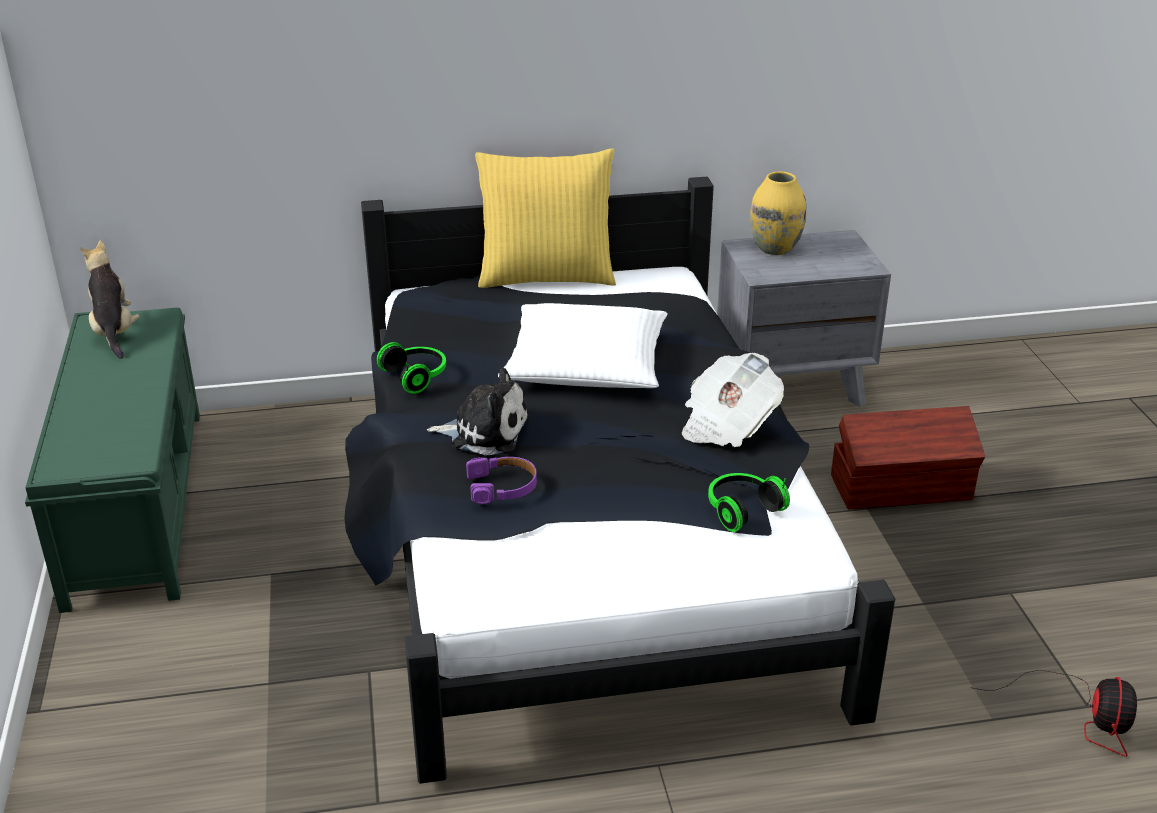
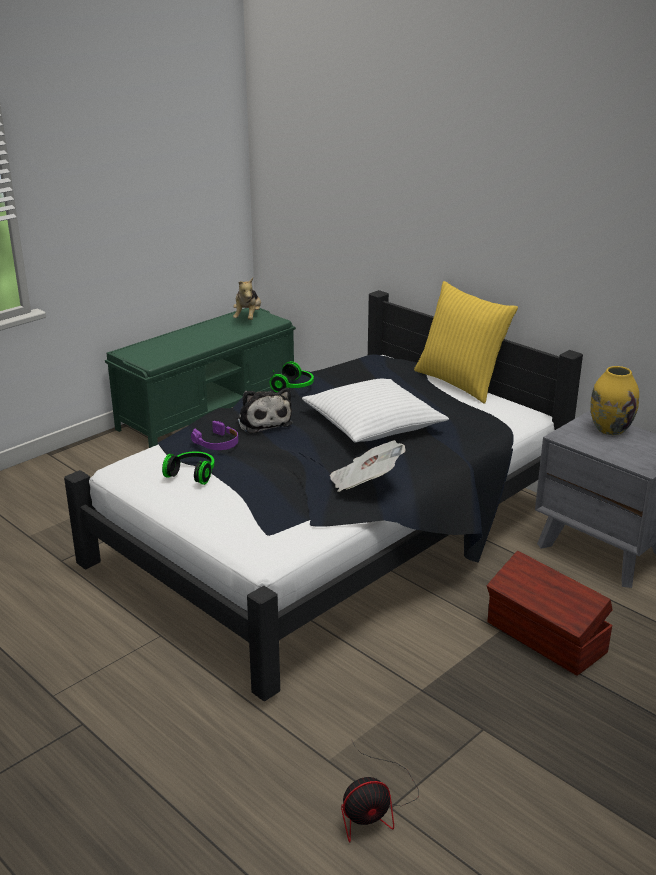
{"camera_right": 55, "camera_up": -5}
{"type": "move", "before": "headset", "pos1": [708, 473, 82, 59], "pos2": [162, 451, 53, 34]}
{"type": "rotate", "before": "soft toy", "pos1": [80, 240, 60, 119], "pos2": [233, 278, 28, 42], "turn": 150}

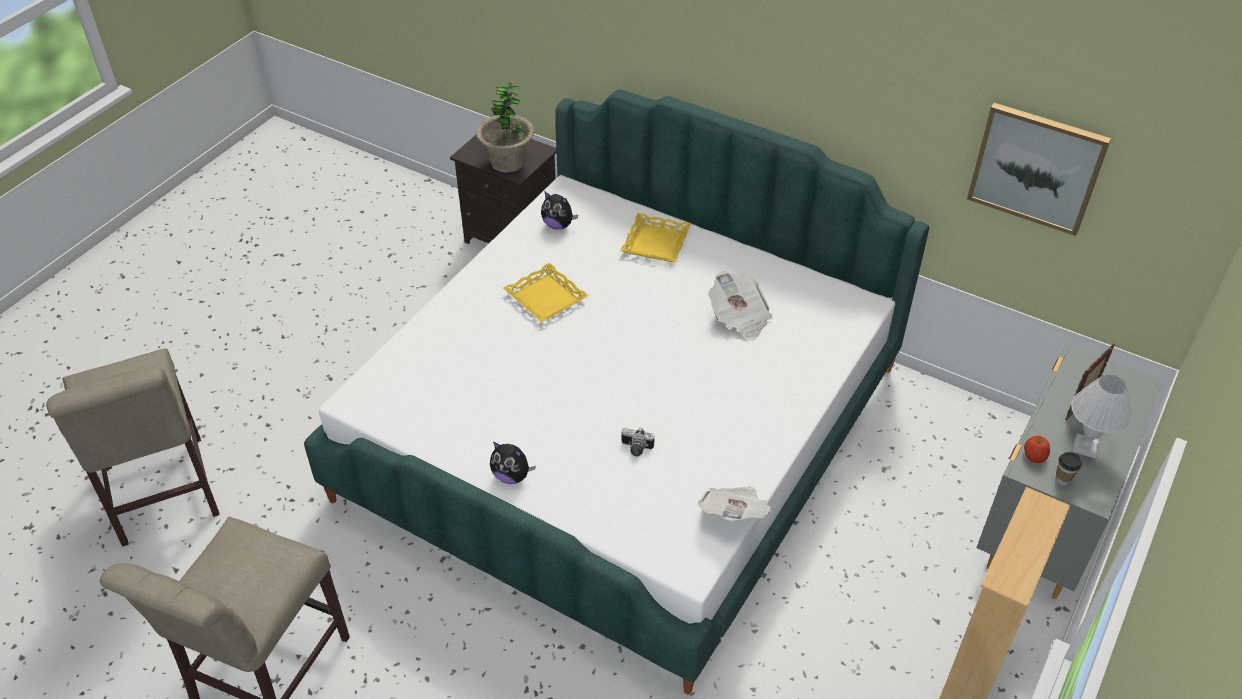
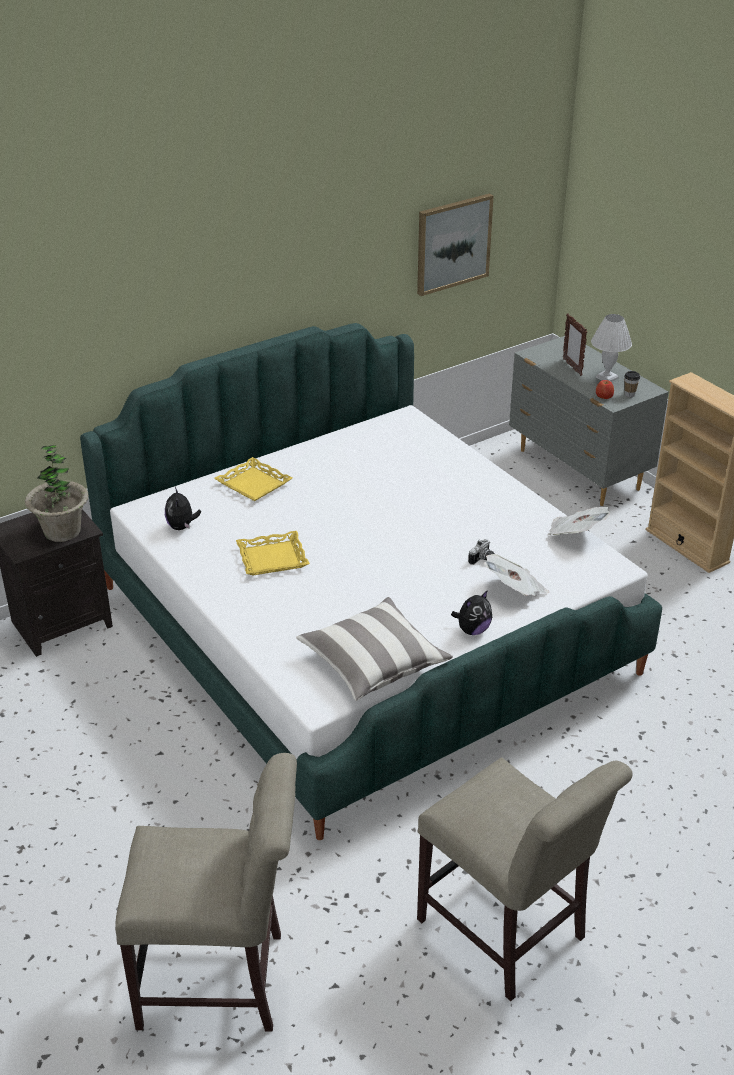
{"camera_right": -65, "camera_up": -10}
{"type": "rotate", "before": "soft toy", "pos1": [541, 191, 37, 39], "pos2": [165, 487, 36, 43], "turn": 120}
{"type": "insert", "after": "cushion", "pos2": [296, 597, 157, 104]}
{"type": "move", "before": "printed paper", "pos1": [708, 272, 64, 69], "pos2": [484, 554, 65, 42]}

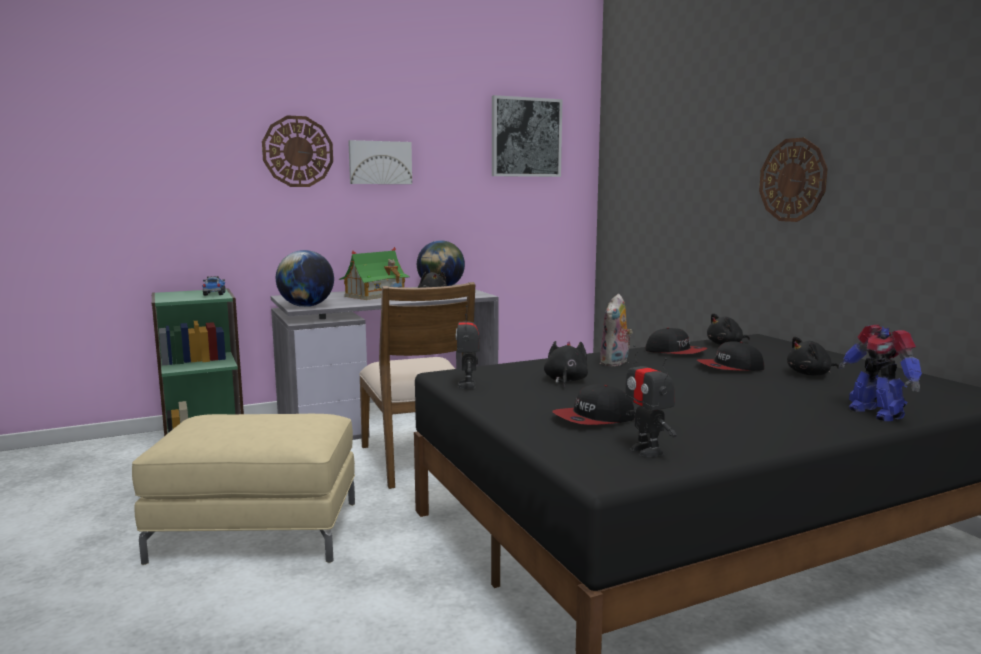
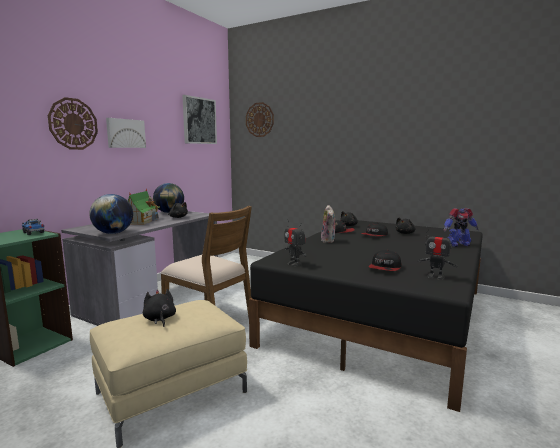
{"camera_right": -35, "camera_up": 0}
{"type": "move", "before": "blackish soft toy", "pos1": [544, 341, 44, 46], "pos2": [143, 289, 33, 38]}
{"type": "move", "before": "hanging clock", "pos1": [759, 138, 69, 84], "pos2": [246, 102, 28, 35]}
{"type": "rotate", "before": "model robot", "pos1": [838, 325, 84, 96], "pos2": [444, 208, 35, 39], "turn": -45}

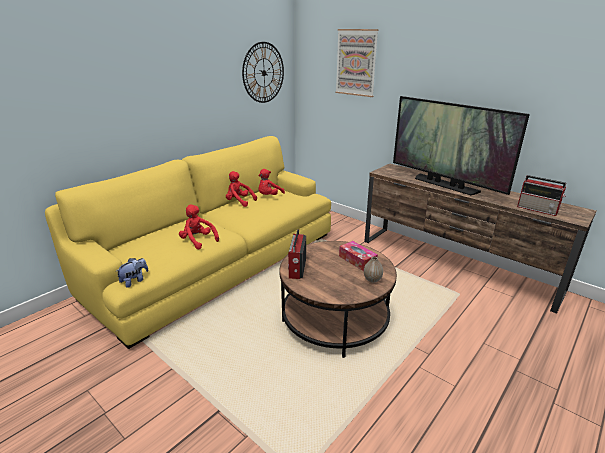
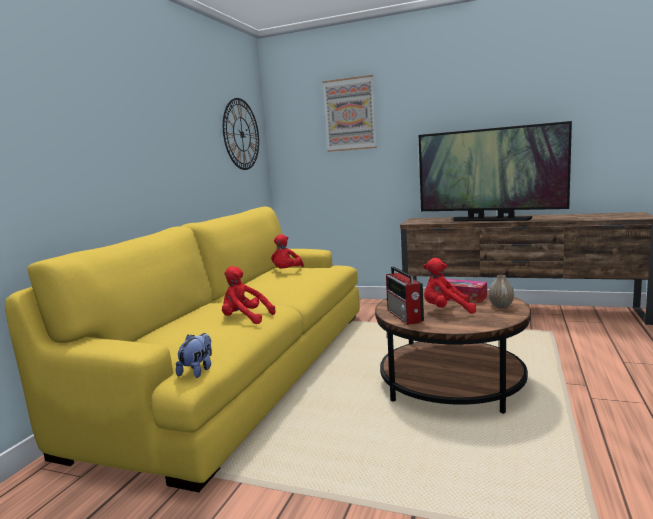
{"camera_right": -20, "camera_up": -15}
{"type": "move", "before": "red soft toy", "pos1": [226, 171, 31, 36], "pos2": [423, 258, 53, 56]}
{"type": "delete", "before": "radio", "pos1": [517, 175, 50, 41]}

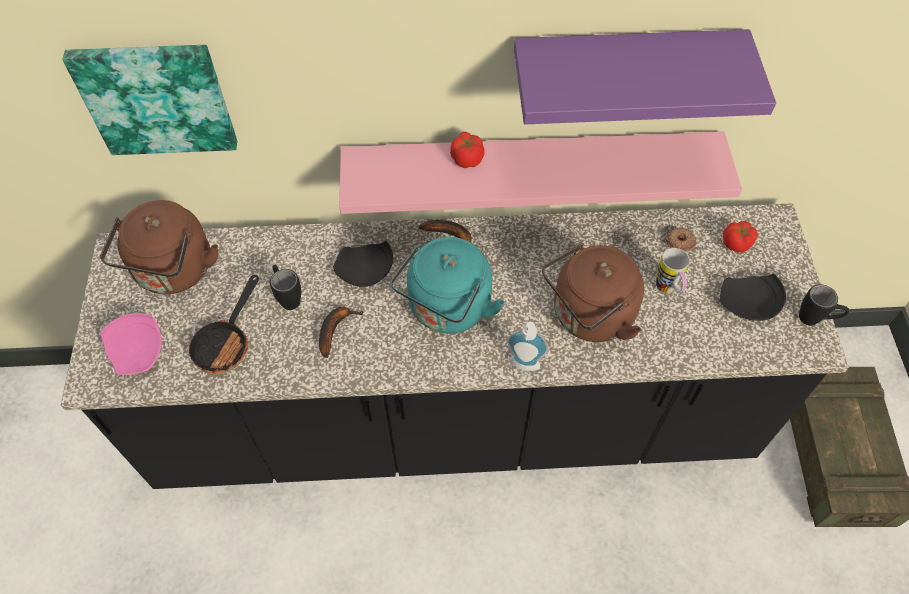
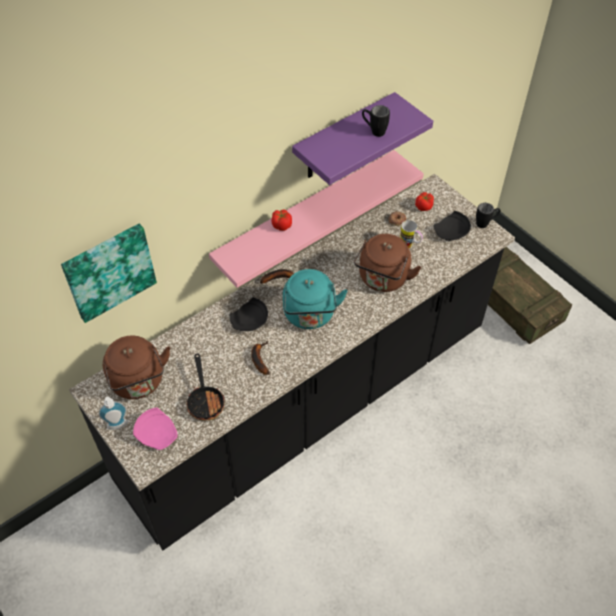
{"camera_right": -35, "camera_up": -5}
{"type": "move", "before": "soap bottle", "pos1": [507, 322, 41, 49], "pos2": [98, 397, 30, 33]}
{"type": "move", "before": "blackish mug", "pos1": [270, 265, 31, 45], "pos2": [362, 105, 28, 32]}

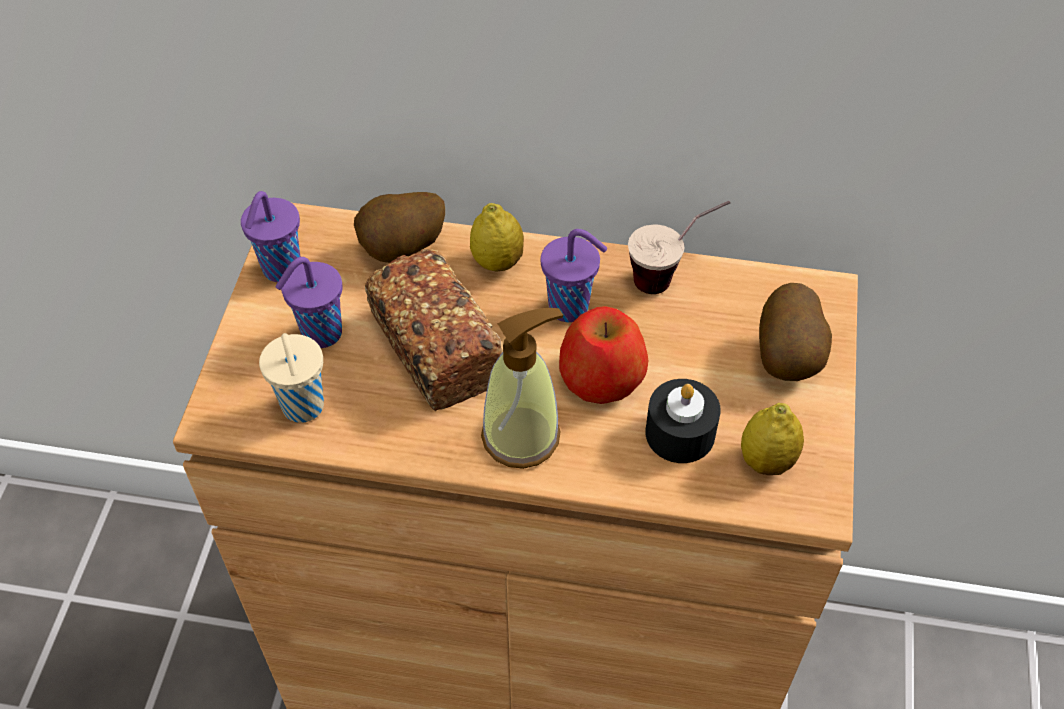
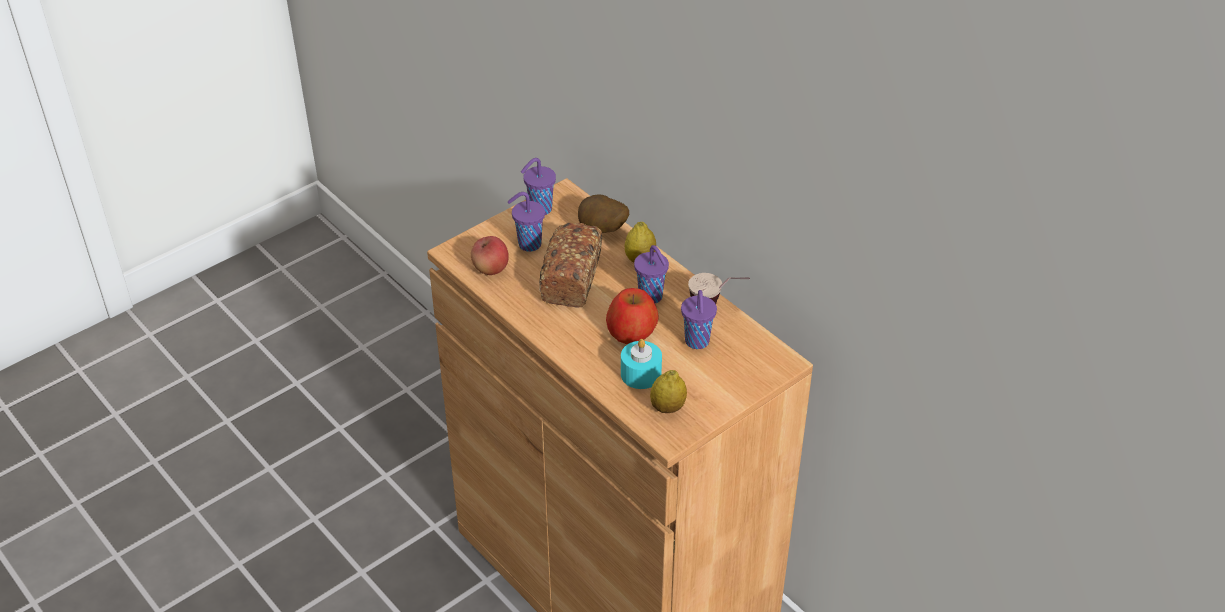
{"camera_right": 40, "camera_up": -10}
{"type": "replace", "before": "beige drinking cup", "after": "apple fruit", "pos1": [259, 333, 65, 90], "pos2": [471, 236, 38, 39]}
{"type": "recolor", "before": "blackish candle", "after": "turquoise candle", "pos1": [645, 379, 76, 84], "pos2": [621, 339, 41, 50]}
{"type": "insert", "after": "purplish drinking cup", "pos2": [681, 290, 36, 59]}
{"type": "delete", "before": "soap bottle", "pos1": [481, 308, 82, 161]}
{"type": "delete", "before": "potato", "pos1": [759, 283, 73, 98]}

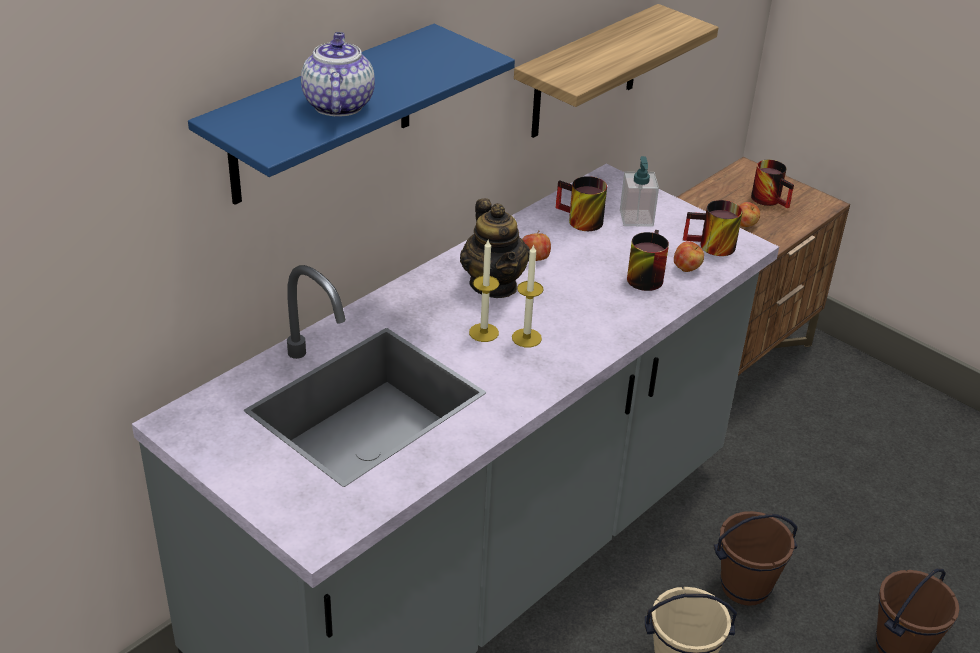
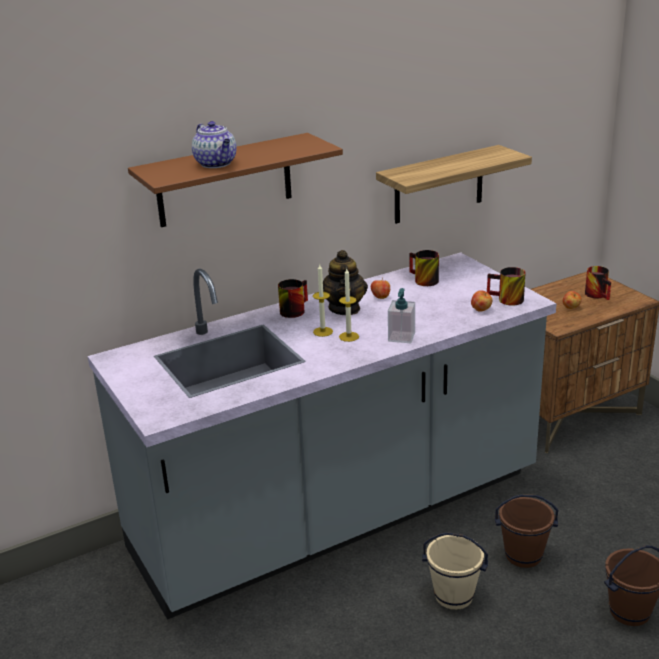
{"camera_right": 20, "camera_up": -10}
{"type": "recolor", "before": "bluish wall shelf", "after": "brownish wall shelf", "pos1": [188, 24, 327, 181], "pos2": [128, 133, 215, 94]}
{"type": "rotate", "before": "teapot", "pos1": [301, 32, 74, 84], "pos2": [192, 121, 45, 47], "turn": 135}
{"type": "move", "before": "mug", "pos1": [627, 230, 42, 61], "pos2": [278, 279, 30, 39]}
{"type": "move", "before": "soap bottle", "pos1": [620, 156, 39, 70], "pos2": [388, 288, 27, 55]}

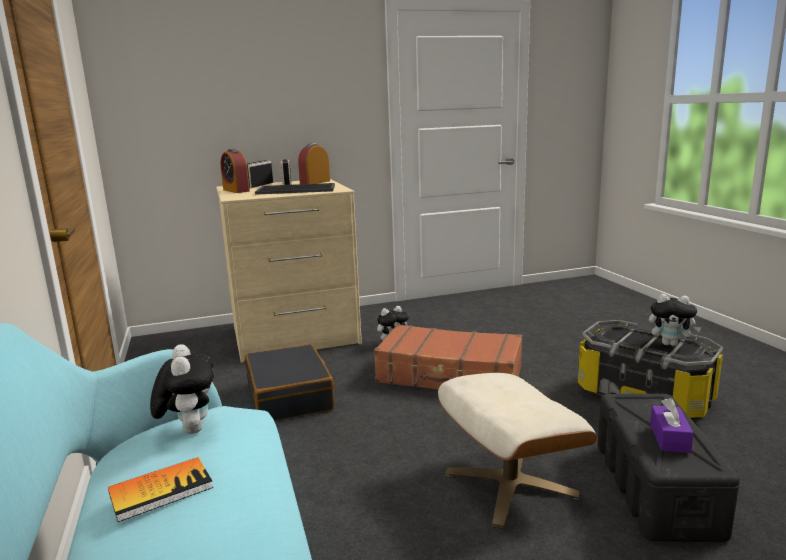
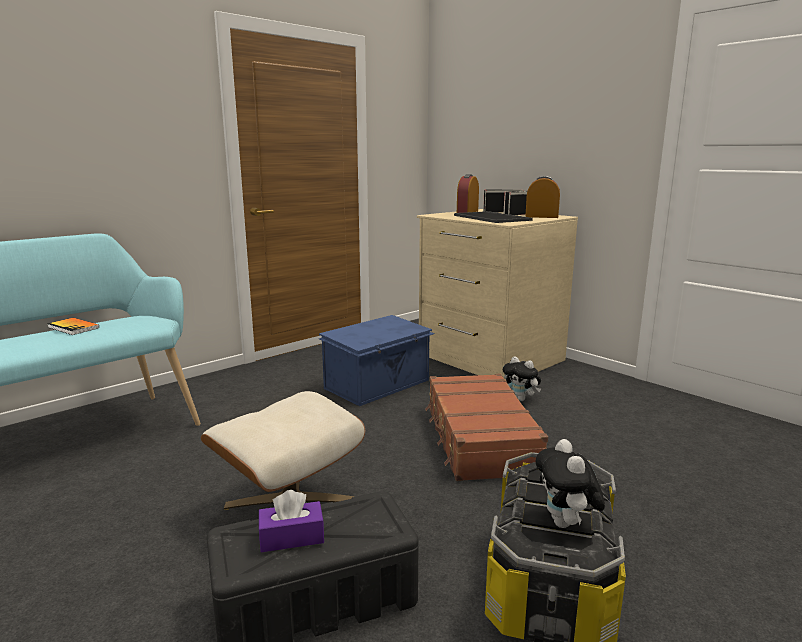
{"camera_right": 65, "camera_up": 0}
{"type": "replace", "before": "blackish suitcase", "after": "bluish storage box", "pos1": [245, 344, 89, 77], "pos2": [319, 315, 116, 91]}
{"type": "delete", "before": "soft toy", "pos1": [150, 344, 64, 90]}

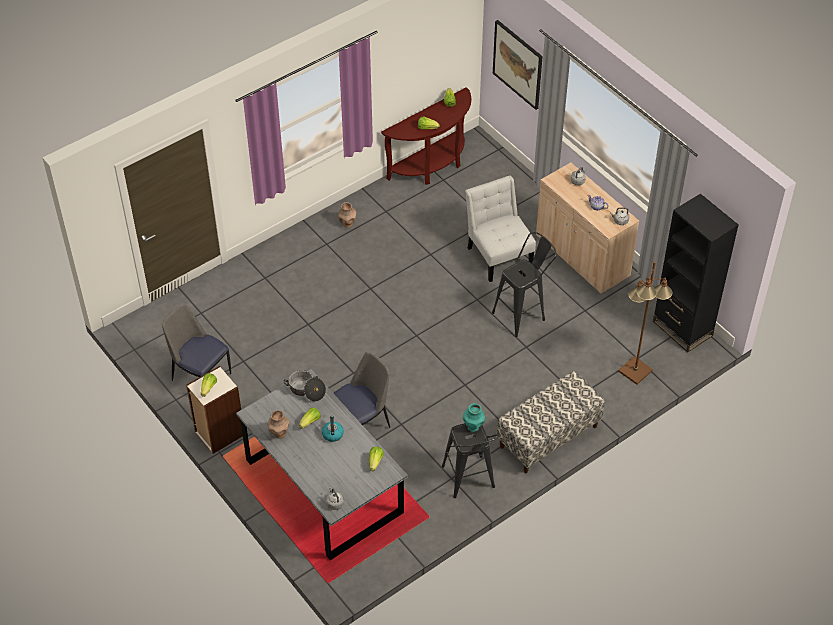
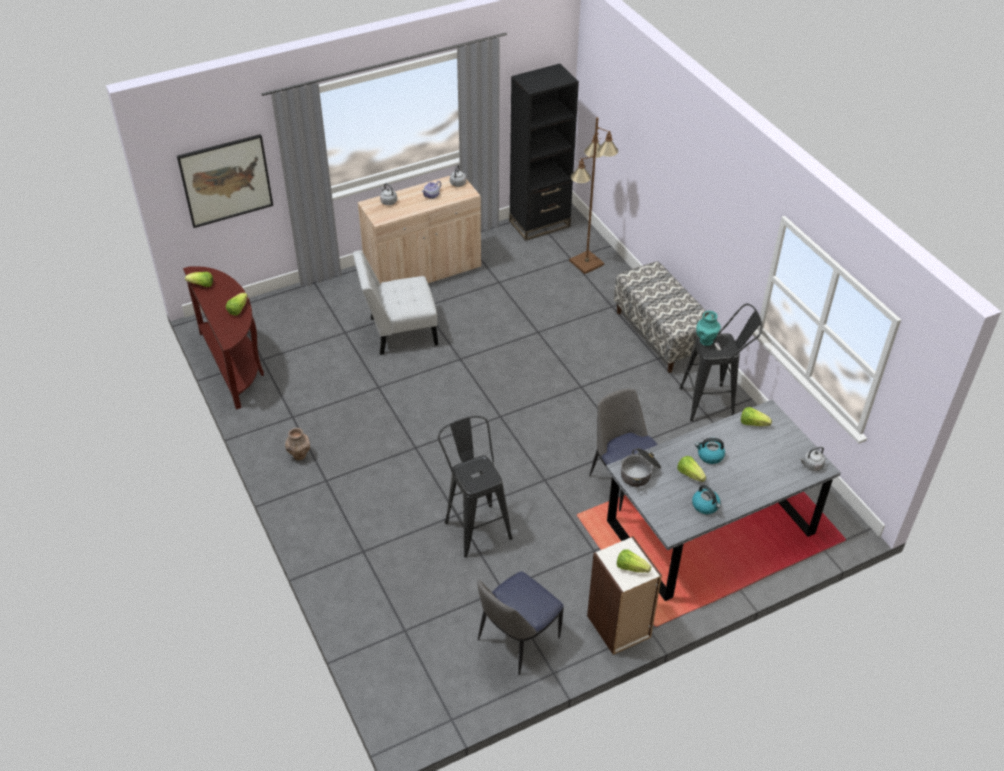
{"camera_right": -80, "camera_up": -5}
{"type": "move", "before": "blackish stool seat", "pos1": [492, 232, 65, 105], "pos2": [438, 416, 75, 142]}
{"type": "replace", "before": "brownish flower vase", "after": "water kettle", "pos1": [268, 410, 22, 29], "pos2": [692, 485, 29, 29]}

